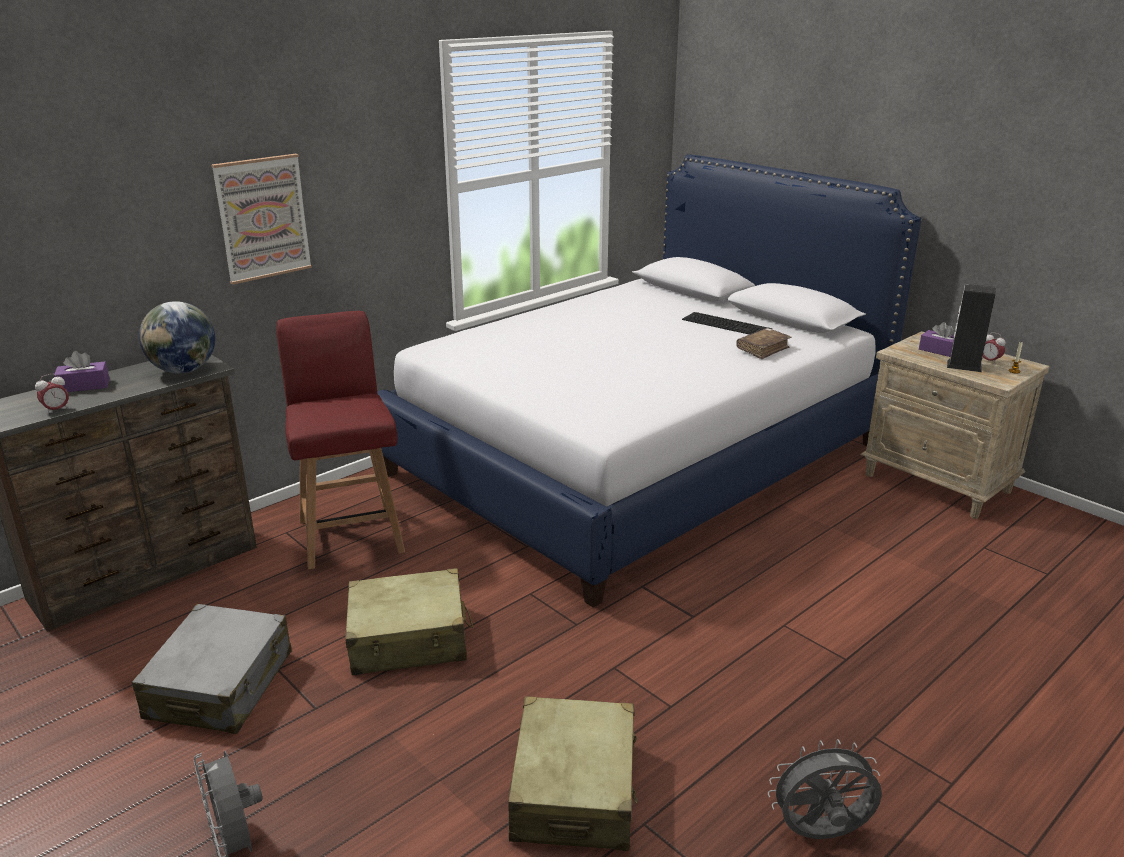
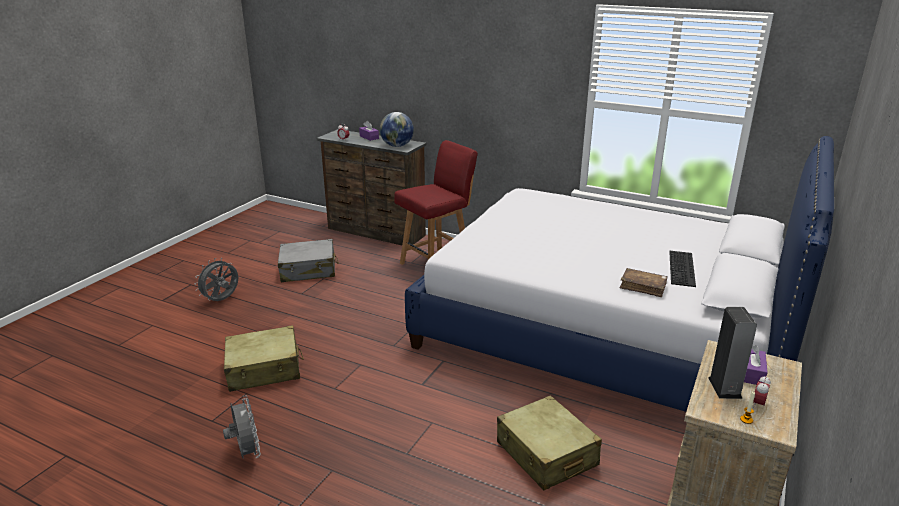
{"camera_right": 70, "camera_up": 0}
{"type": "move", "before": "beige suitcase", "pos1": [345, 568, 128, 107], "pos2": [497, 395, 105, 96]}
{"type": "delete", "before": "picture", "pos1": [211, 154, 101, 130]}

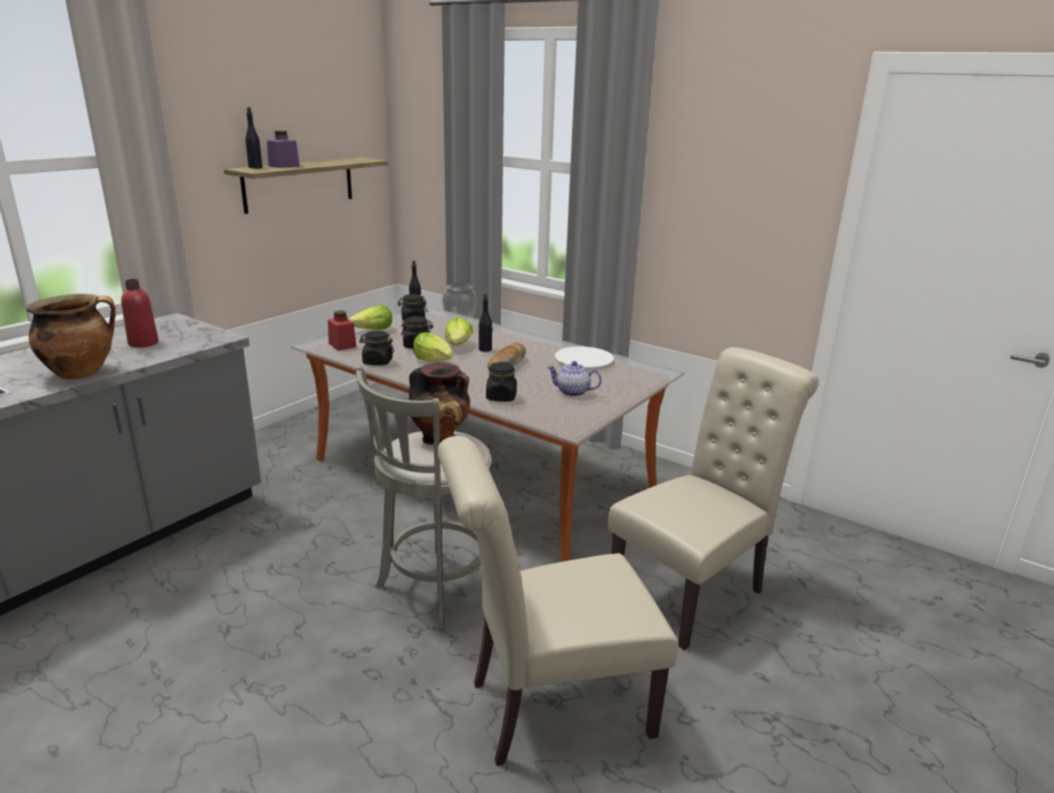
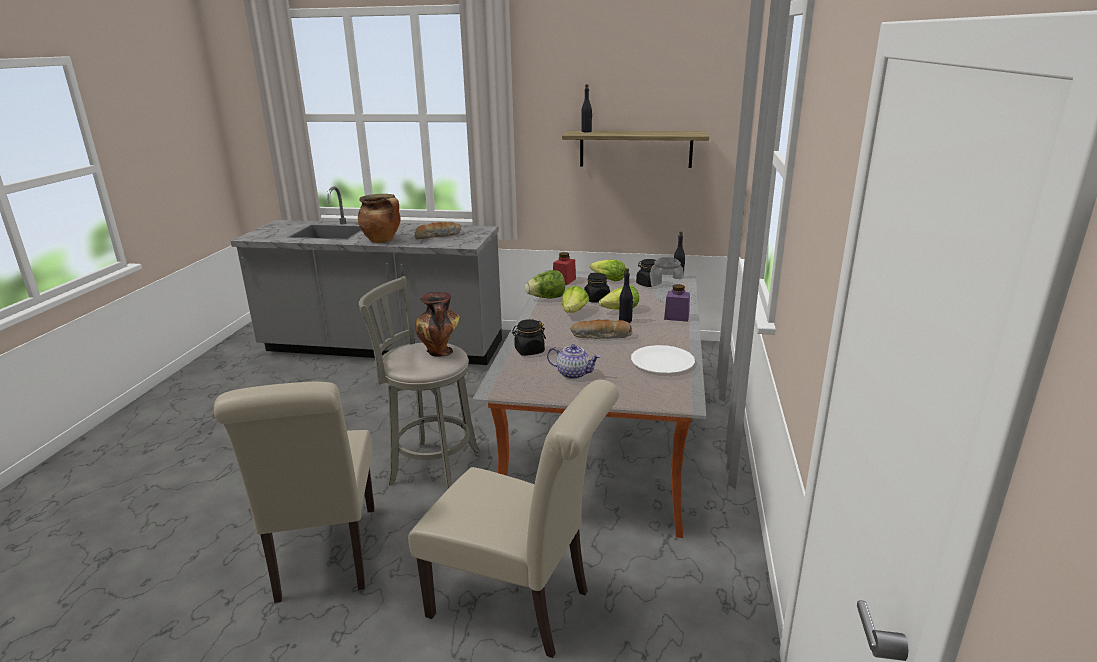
{"camera_right": 65, "camera_up": 0}
{"type": "rotate", "before": "beige plain chair", "pos1": [437, 436, 242, 330], "pos2": [214, 382, 161, 221], "turn": -150}
{"type": "replace", "before": "red drink bottle", "after": "bakery bread", "pos1": [121, 279, 37, 69], "pos2": [415, 222, 46, 17]}
{"type": "replace", "before": "blackish preserve jar", "after": "head of lettuce", "pos1": [359, 330, 35, 36], "pos2": [525, 270, 40, 28]}
{"type": "rotate", "before": "teapot", "pos1": [547, 361, 55, 36], "pos2": [547, 344, 53, 35], "turn": 120}
{"type": "move", "before": "purplish preserve jar", "pos1": [267, 131, 33, 37], "pos2": [664, 284, 26, 38]}

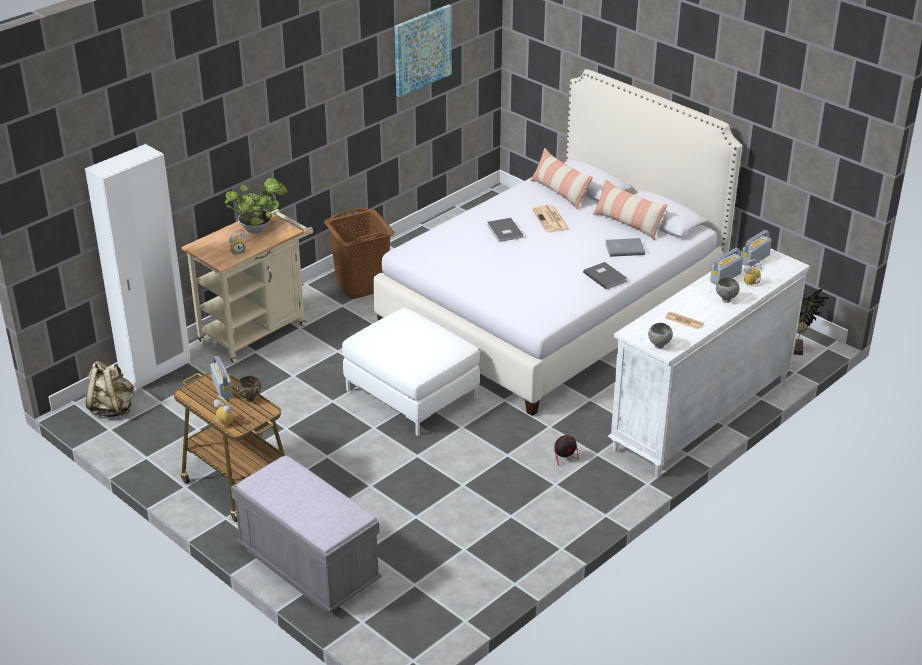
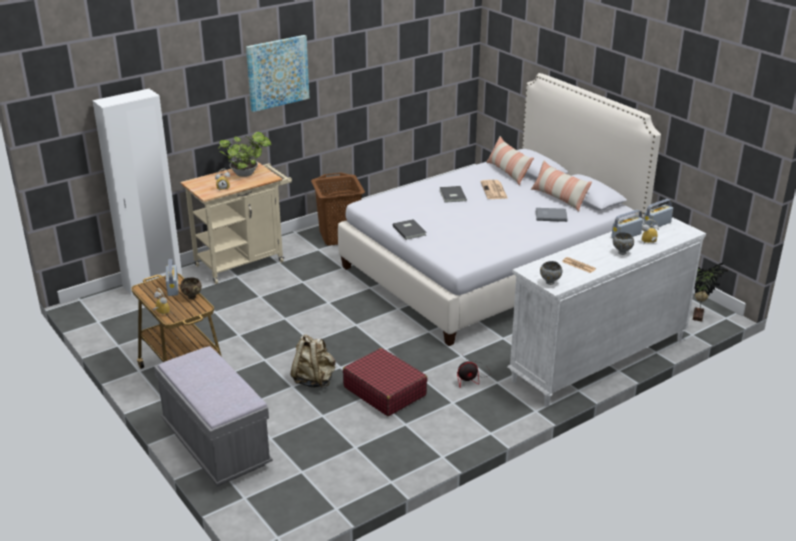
{"camera_right": 10, "camera_up": -5}
{"type": "move", "before": "picture", "pos1": [394, 5, 58, 92], "pos2": [246, 35, 64, 77]}
{"type": "move", "before": "beige rucksack", "pos1": [86, 361, 48, 56], "pos2": [291, 334, 44, 54]}
{"type": "insert", "after": "red suitcase", "pos2": [343, 348, 85, 68]}
{"type": "move", "before": "grey volume", "pos1": [583, 262, 44, 27], "pos2": [393, 219, 34, 21]}
{"type": "delete", "before": "white-coloured pouffe", "pos1": [342, 308, 138, 128]}

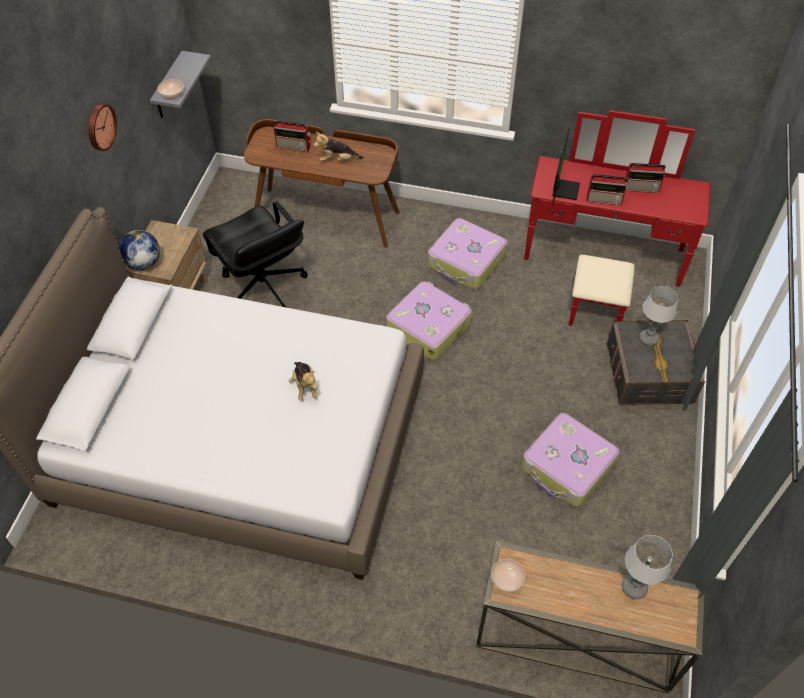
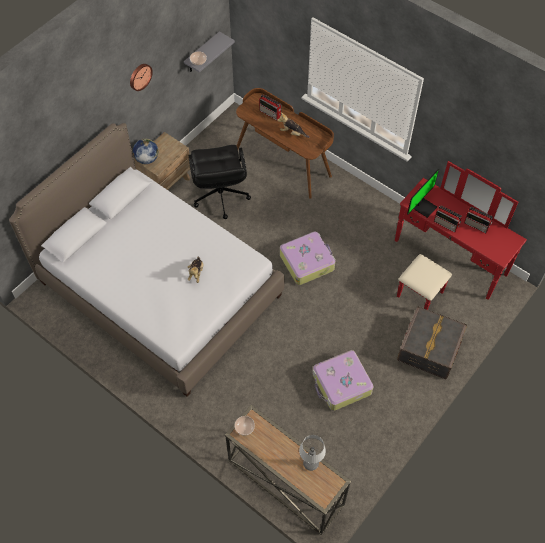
{"camera_right": 25, "camera_up": 5}
{"type": "delete", "before": "suitcase", "pos1": [428, 218, 79, 71]}
{"type": "delete", "before": "lamp for a table", "pos1": [639, 286, 39, 60]}

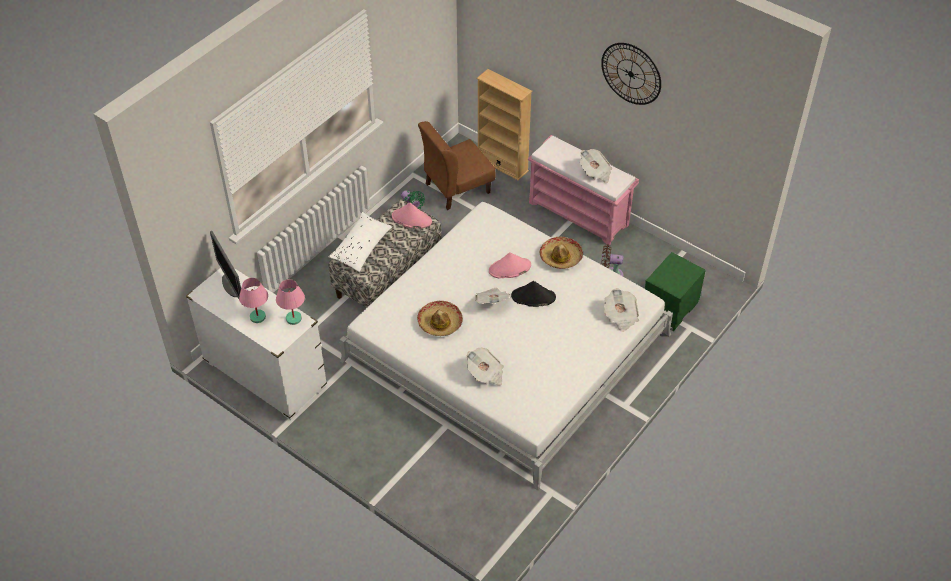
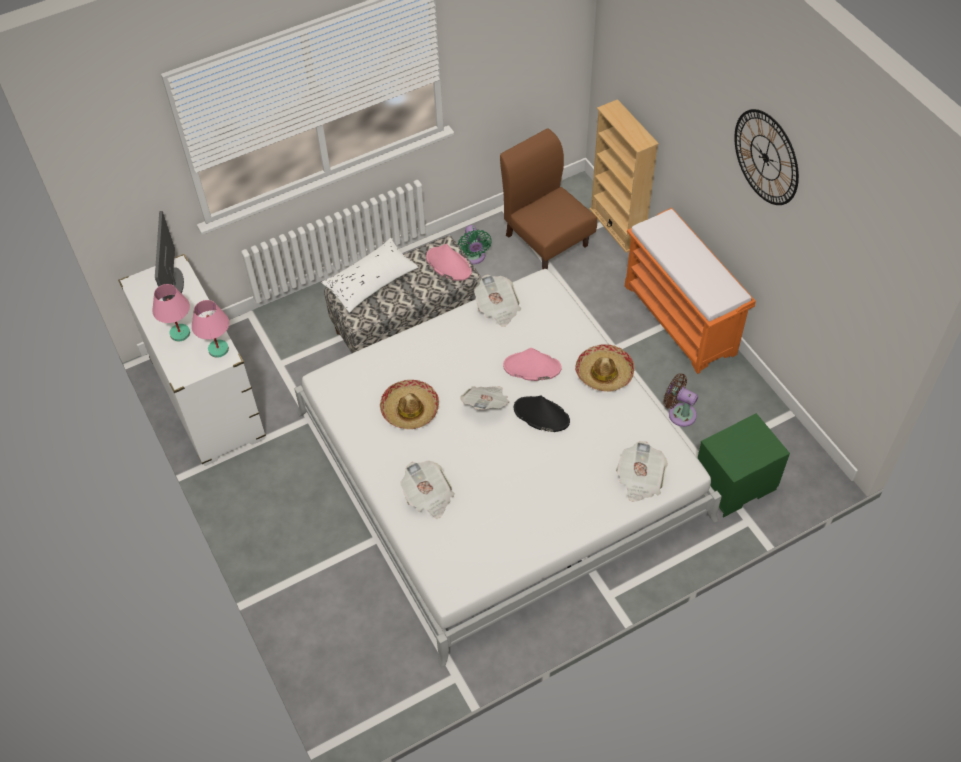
{"camera_right": 25, "camera_up": 5}
{"type": "move", "before": "printed paper", "pos1": [580, 149, 32, 34], "pos2": [474, 274, 47, 53]}
{"type": "rotate", "before": "brownish plain chair", "pos1": [418, 121, 78, 89], "pos2": [500, 129, 97, 140], "turn": 60}
{"type": "recolor", "before": "pink-coloured indoor bench", "after": "orange-coloured indoor bench", "pos1": [528, 135, 111, 111], "pos2": [625, 208, 131, 166]}

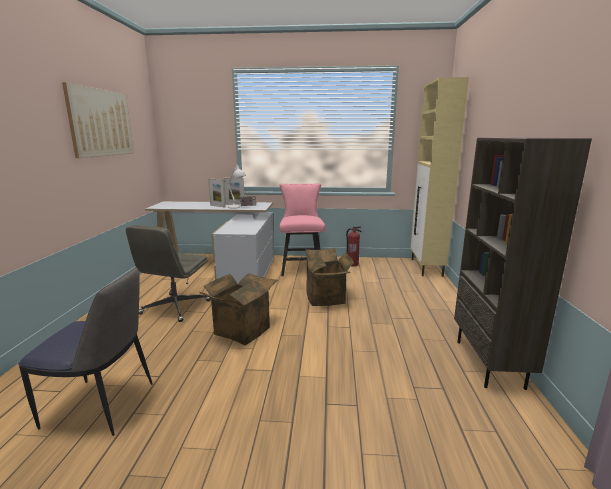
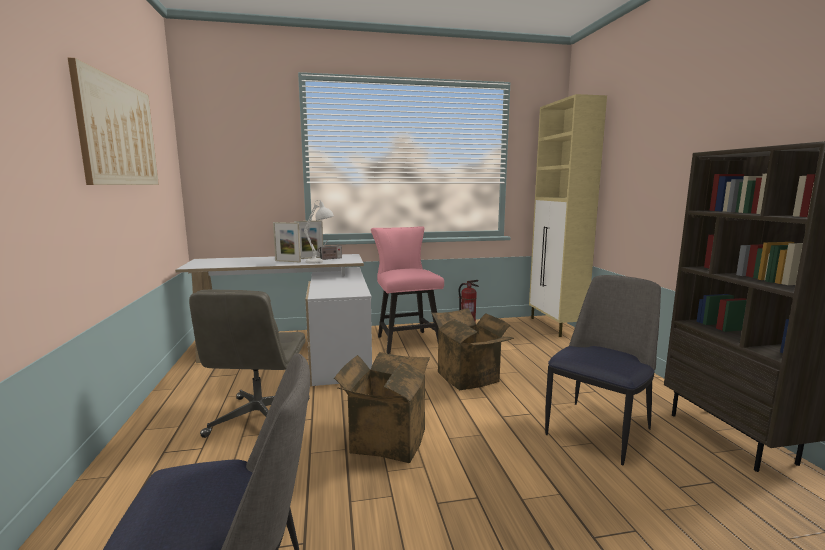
{"camera_right": -15, "camera_up": -5}
{"type": "insert", "after": "plain chair", "pos2": [545, 275, 116, 191]}

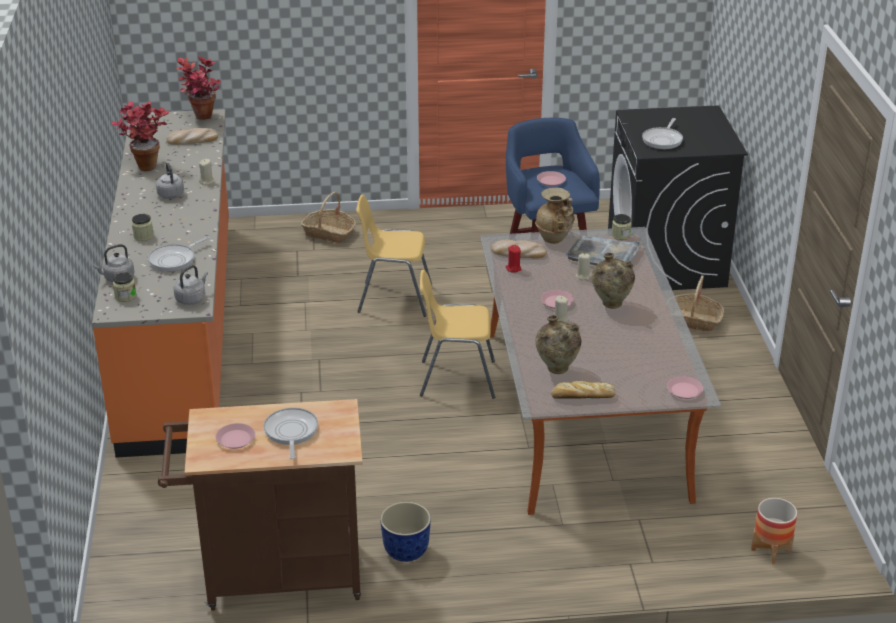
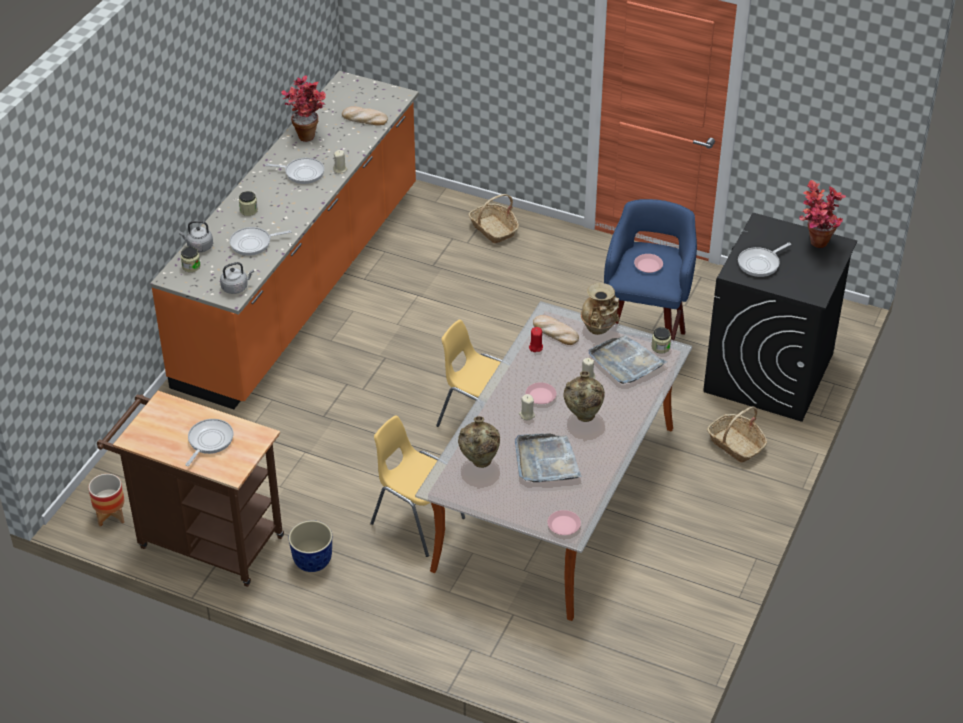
{"camera_right": 30, "camera_up": 10}
{"type": "move", "before": "flower pot", "pos1": [751, 498, 46, 66], "pos2": [88, 474, 37, 53]}
{"type": "replace", "before": "grey water kettle", "after": "pan", "pos1": [156, 163, 28, 36], "pos2": [265, 158, 59, 26]}
{"type": "move", "before": "yellow plain chair", "pos1": [356, 195, 76, 122], "pos2": [370, 415, 95, 142]}
{"type": "insert", "after": "grey carrying tray", "pos2": [515, 433, 67, 49]}
{"type": "move", "before": "plant in a pot", "pos1": [176, 56, 45, 64], "pos2": [799, 180, 47, 68]}
{"type": "delete", "before": "pink-coloured plate", "pos1": [216, 423, 39, 26]}
{"type": "delete", "before": "bakery bread", "pos1": [551, 381, 65, 18]}

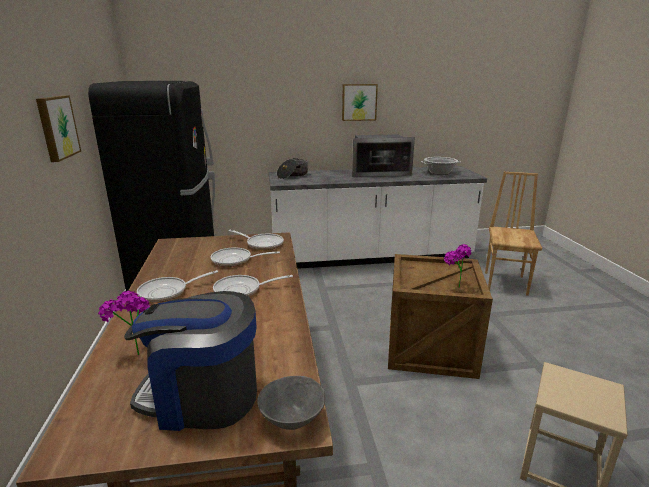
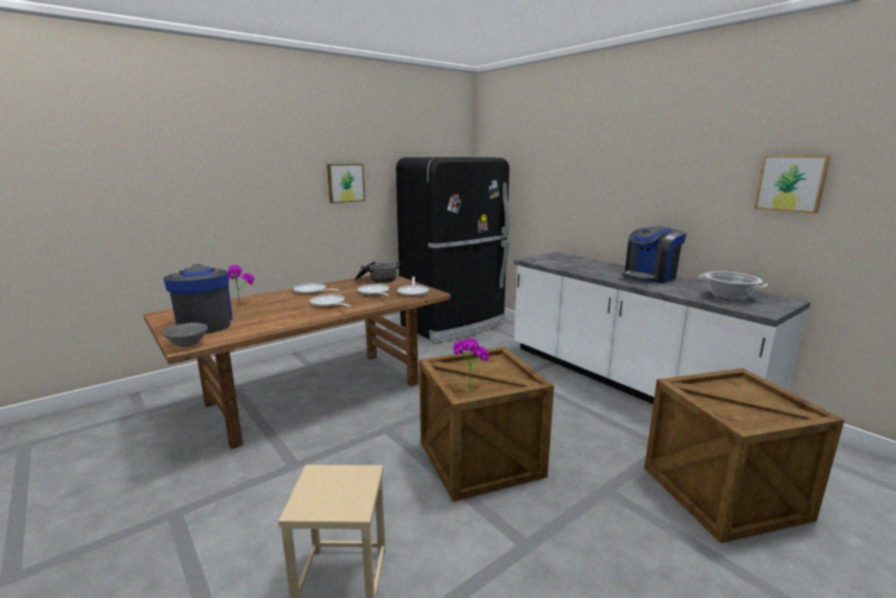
{"camera_right": 60, "camera_up": -5}
{"type": "move", "before": "stockpot", "pos1": [277, 158, 31, 21], "pos2": [355, 261, 45, 22]}
{"type": "replace", "before": "microwave", "after": "coffee brewer", "pos1": [352, 135, 63, 42], "pos2": [622, 226, 65, 57]}
{"type": "replace", "before": "brownish plain chair", "after": "crate", "pos1": [485, 172, 57, 124], "pos2": [644, 368, 200, 175]}
{"type": "move", "before": "picture", "pos1": [342, 84, 36, 37], "pos2": [755, 155, 76, 58]}

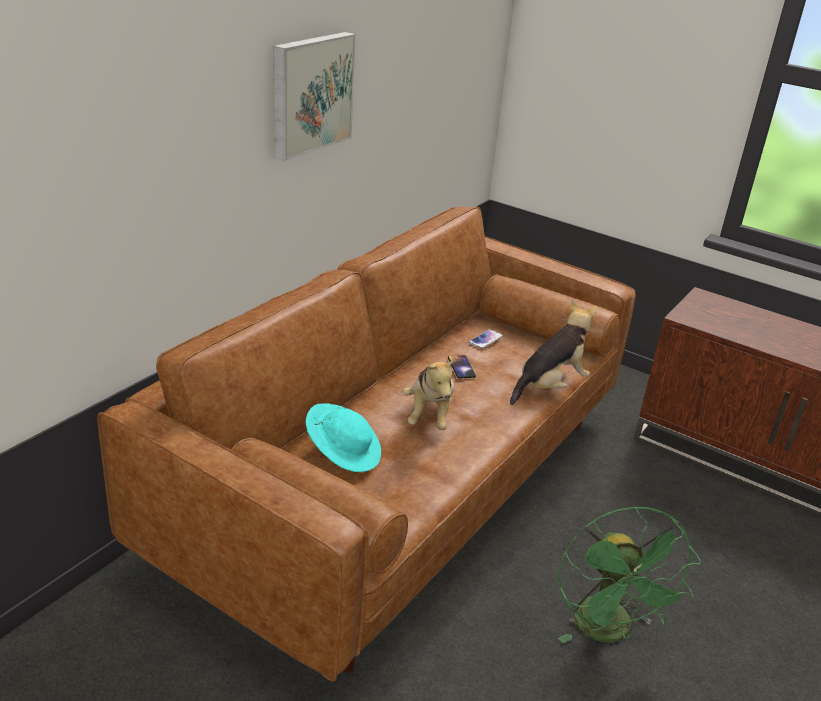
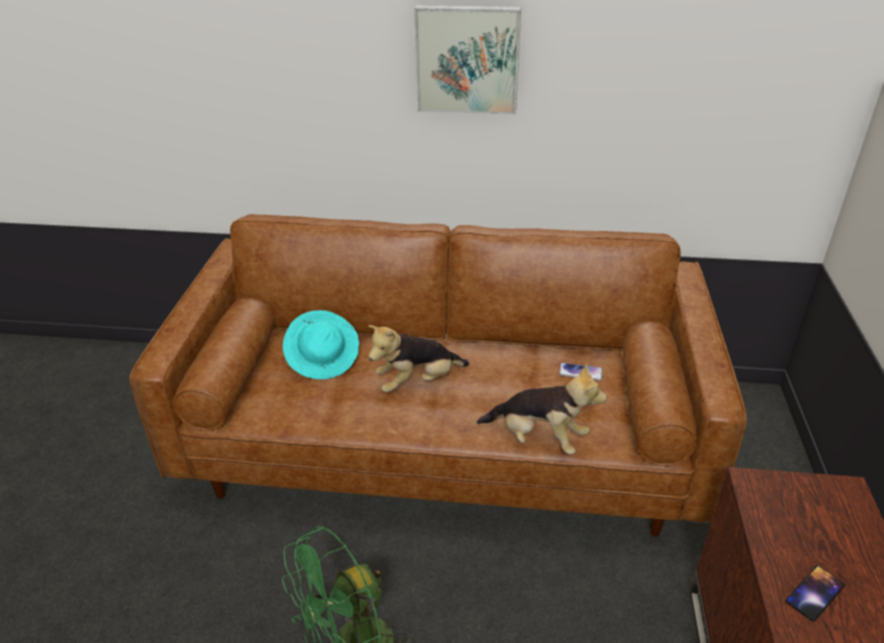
{"camera_right": 65, "camera_up": 5}
{"type": "move", "before": "phone", "pos1": [448, 355, 28, 24], "pos2": [786, 566, 59, 56]}

